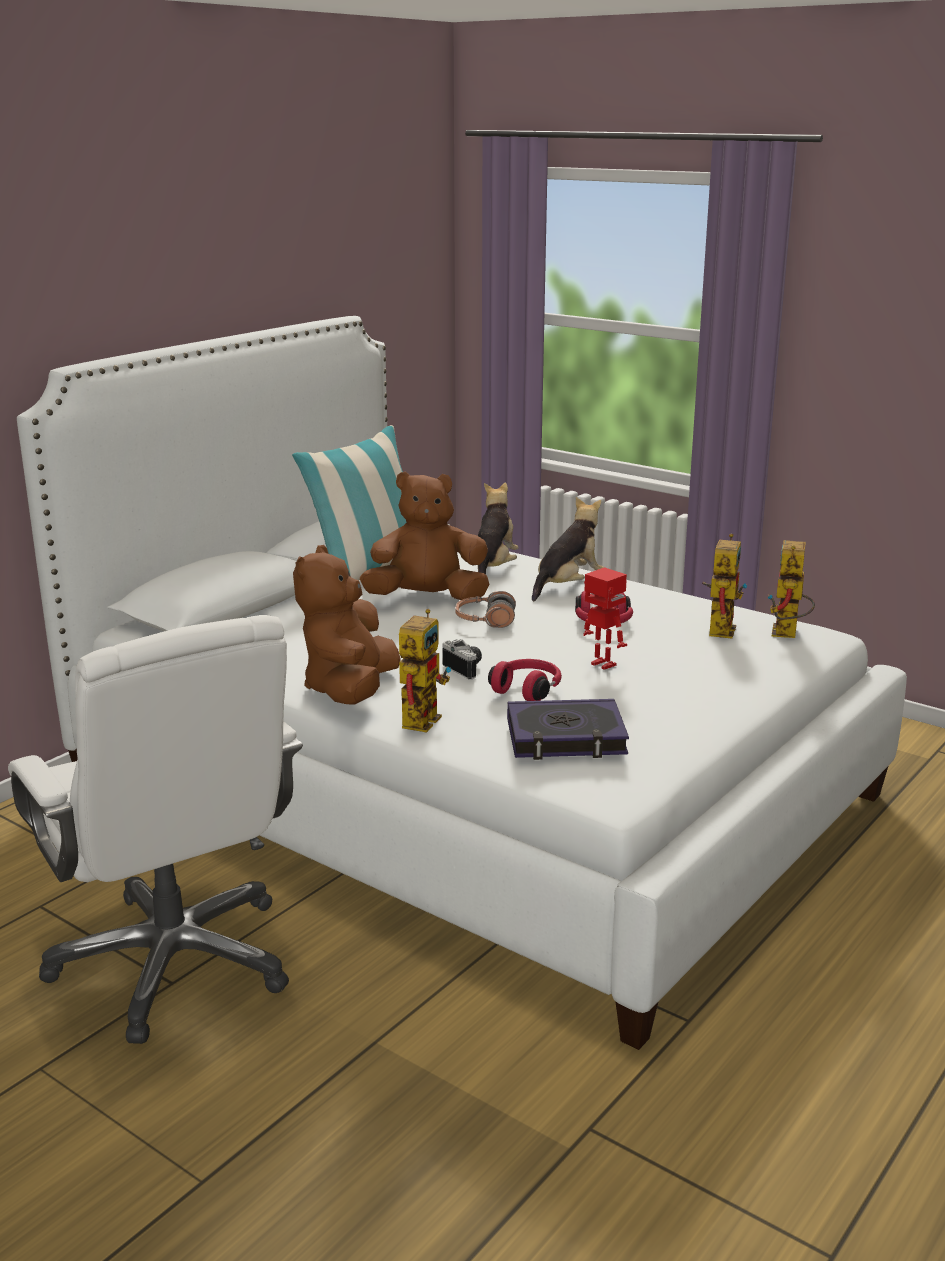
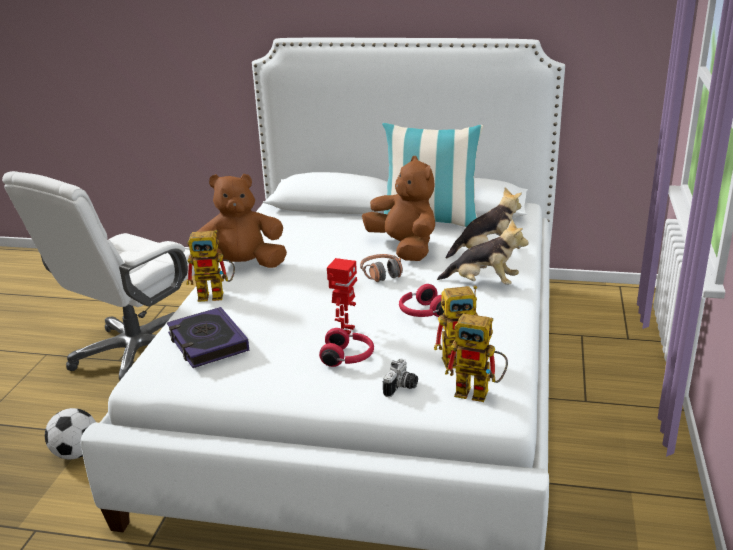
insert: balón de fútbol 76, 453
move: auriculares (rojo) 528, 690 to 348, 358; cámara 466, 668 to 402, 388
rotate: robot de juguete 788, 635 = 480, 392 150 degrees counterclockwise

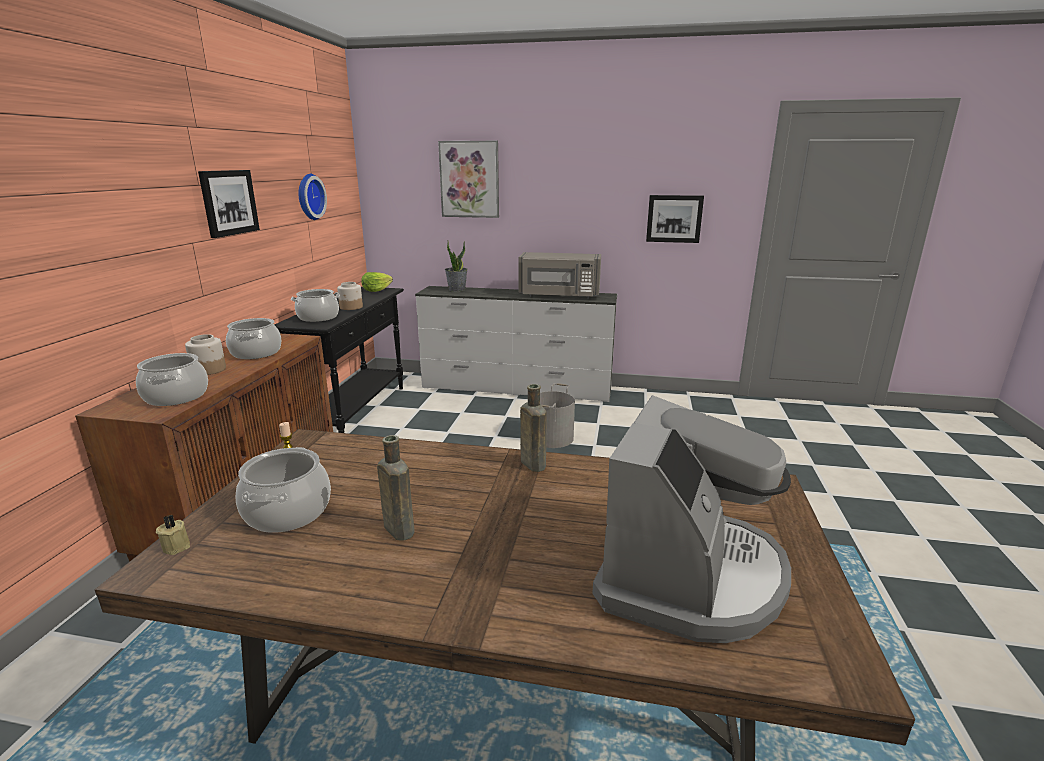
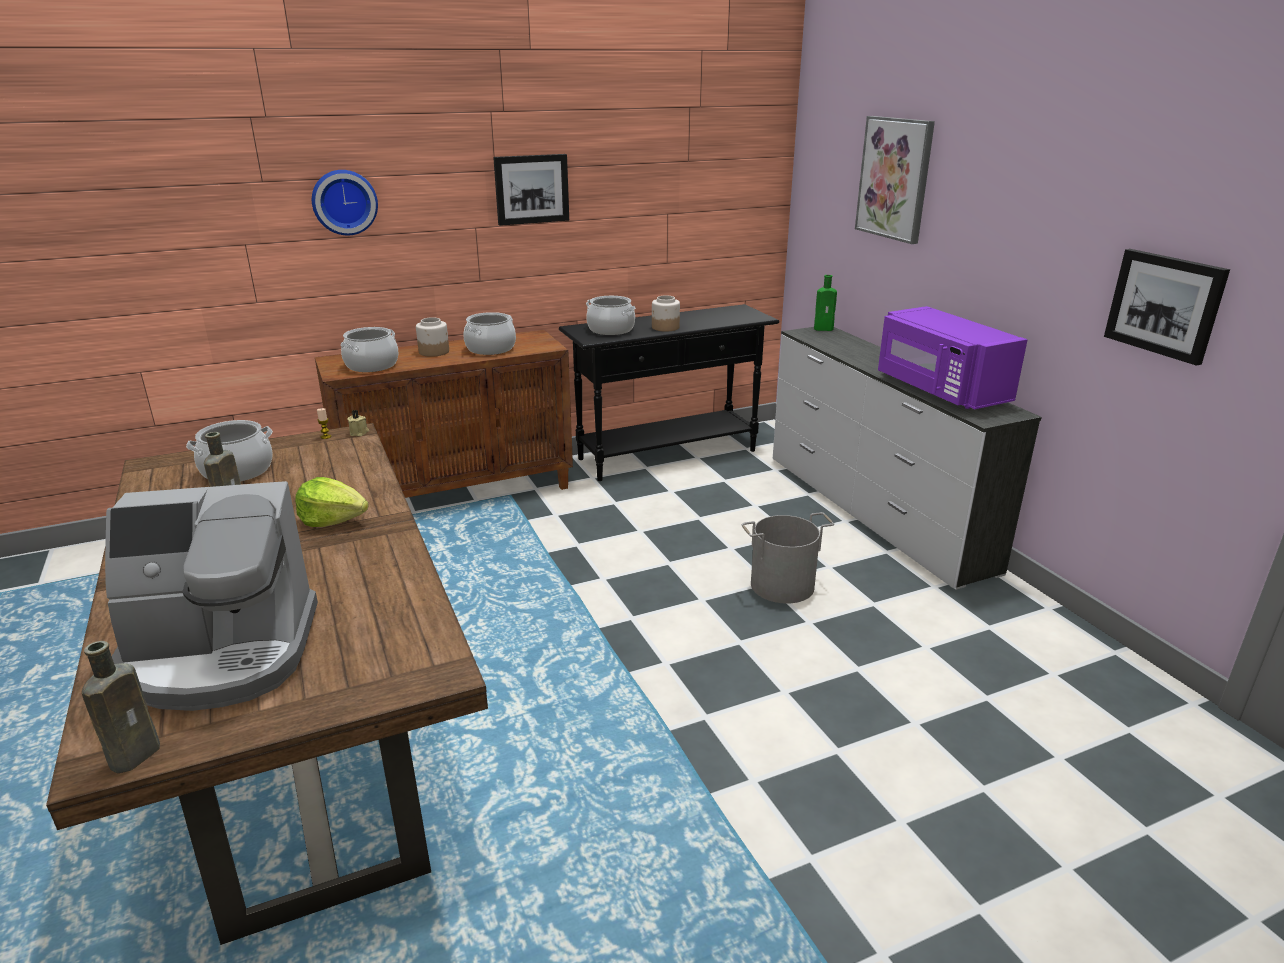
delete: planta en maceta 456, 289
insert: botella (verde) 825, 329
move: botella (marrón) 532, 463 to 138, 753; lechuga 376, 290 to 333, 520; reloj de pared 308, 197 to 344, 202; vela (beis) 177, 546 to 359, 432
recolor: microondas (gris) 559, 295 to microondas (morado) 939, 389

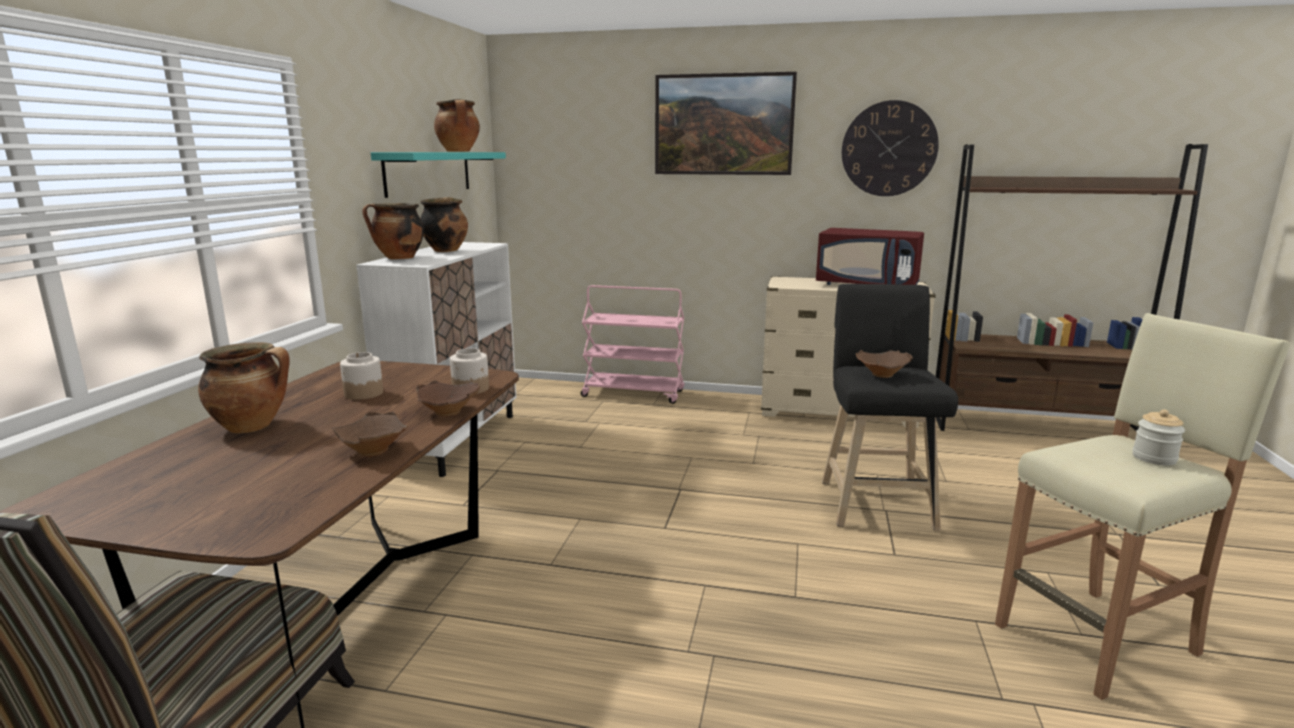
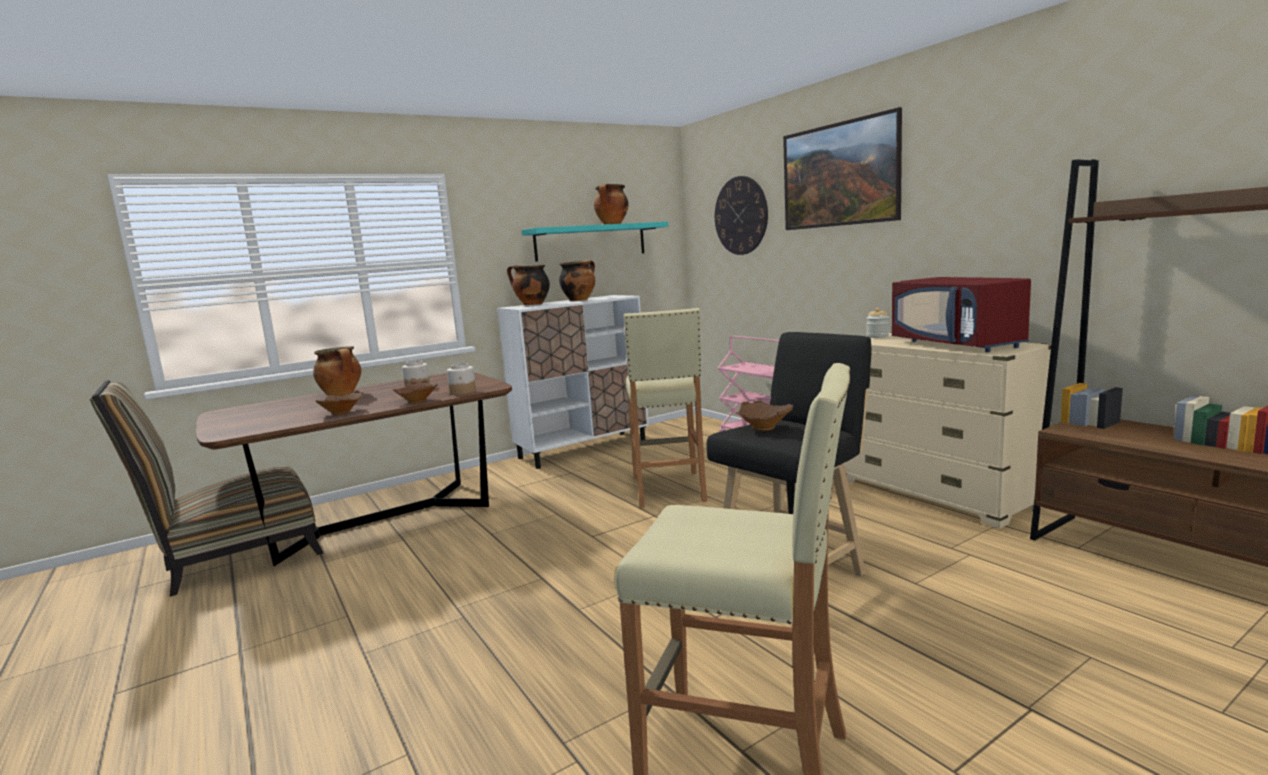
insert: taburete (beis) 668, 489
move: reloj de pared 889, 149 to 741, 215; tarro 1154, 458 to 877, 336

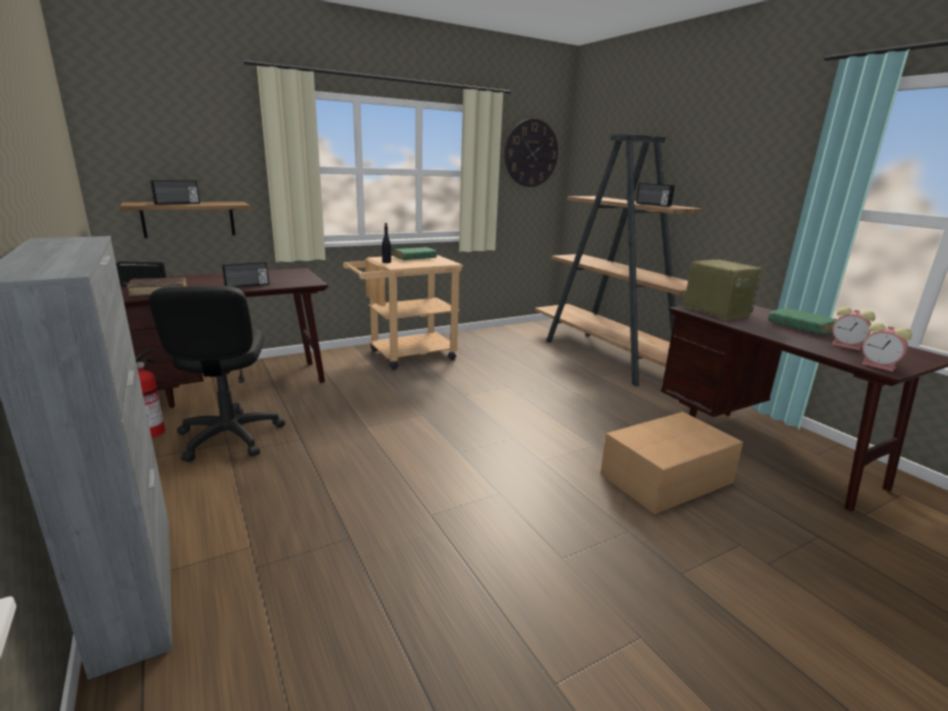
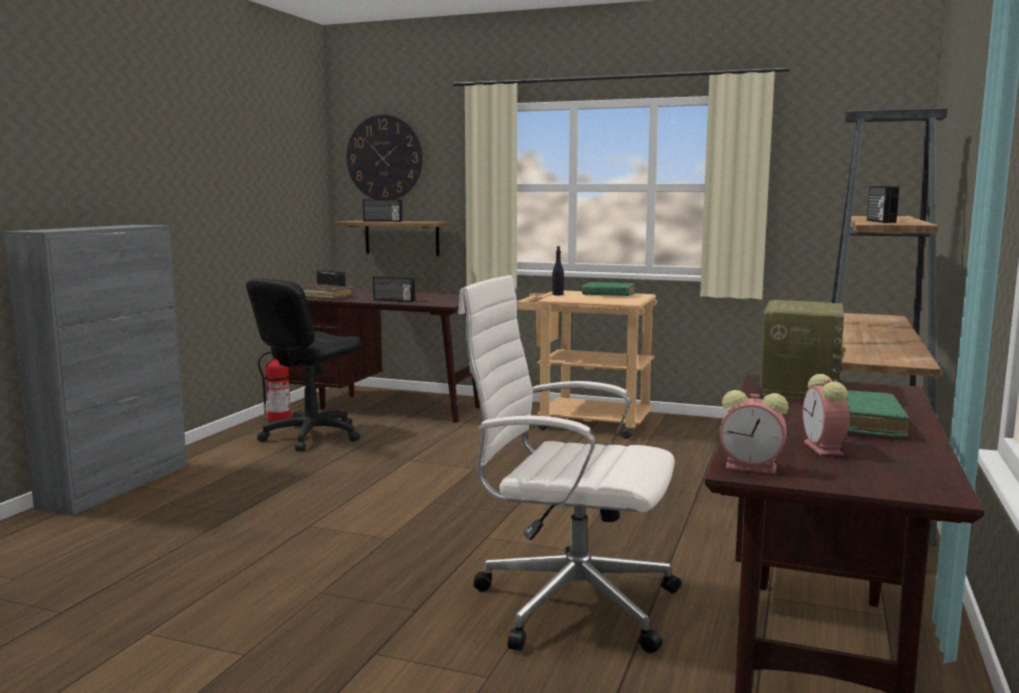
move: reloj de pared 531, 153 to 384, 158
replace: caja de cartón 664, 478 to silla de oficina (blanco) 569, 603
rotate: despertador 879, 366 = 753, 467 75 degrees counterclockwise

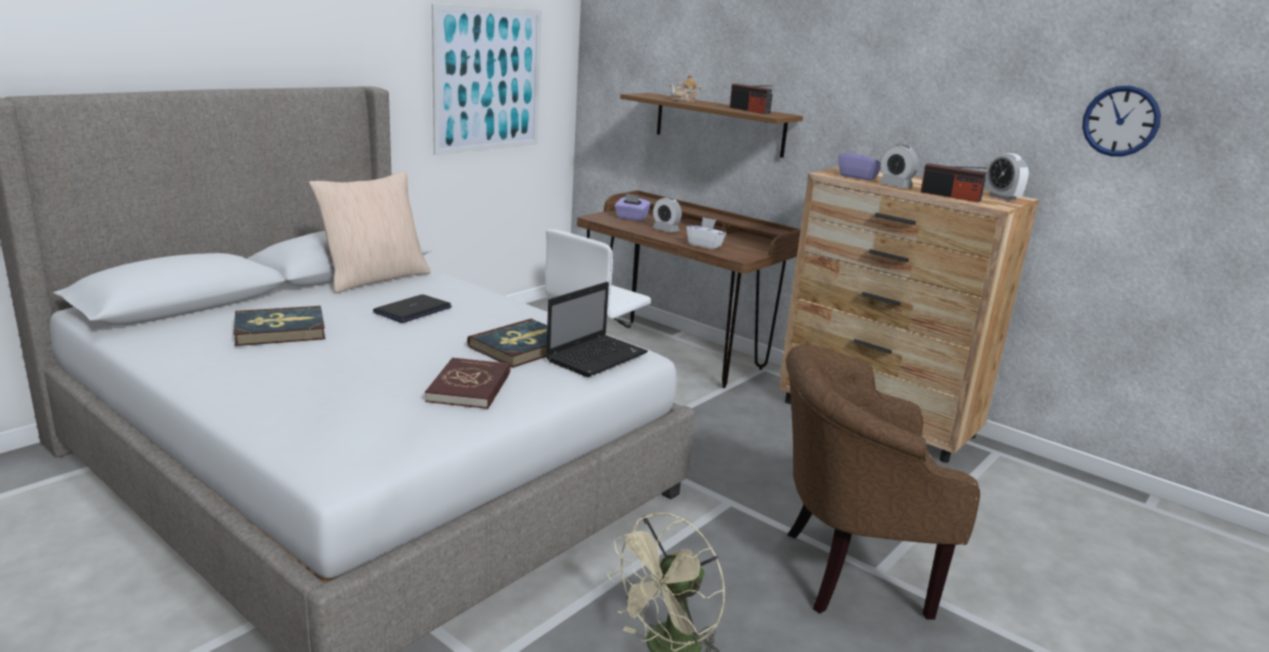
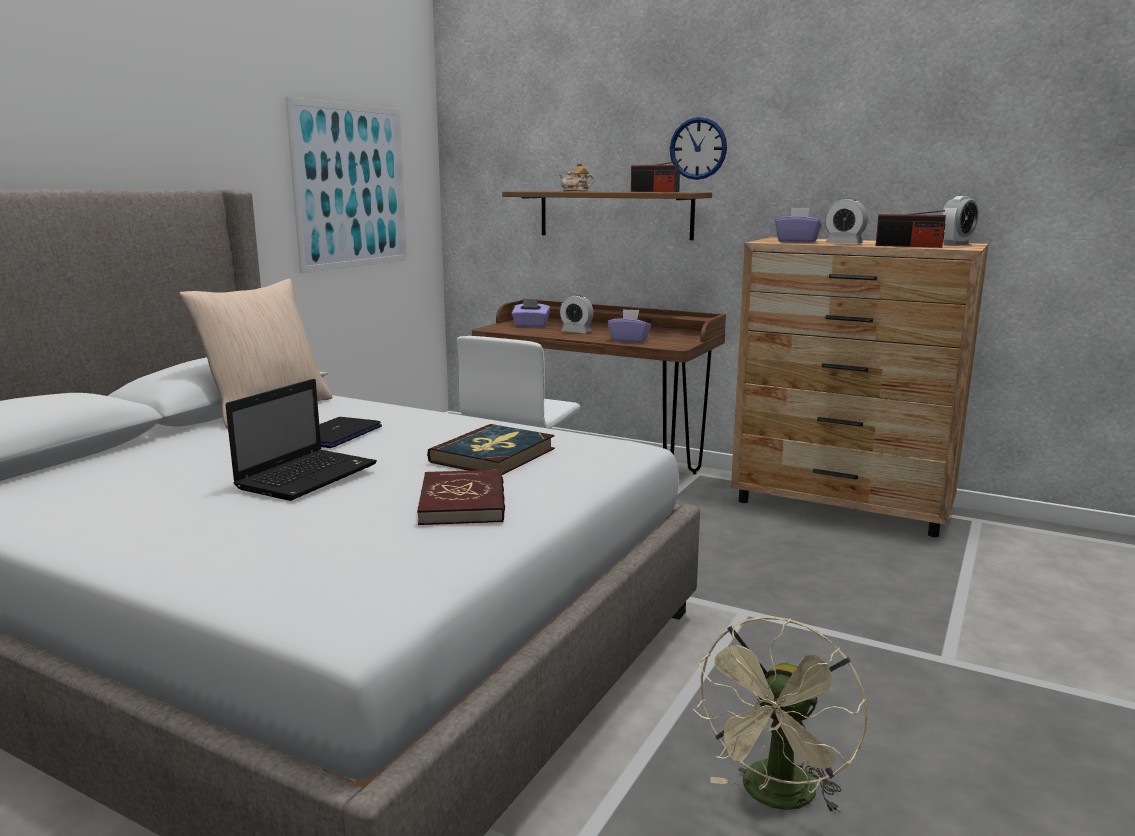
delete: libro 280, 330; sillón (marrón) 846, 571
move: portátil 598, 356 to 309, 475; reloj de pared 1120, 121 to 698, 148
recolor: caja de pañuelos (blanco) 705, 245 to caja de pañuelos (morado) 629, 340
rotate: despertador 1002, 197 = 956, 244 90 degrees counterclockwise

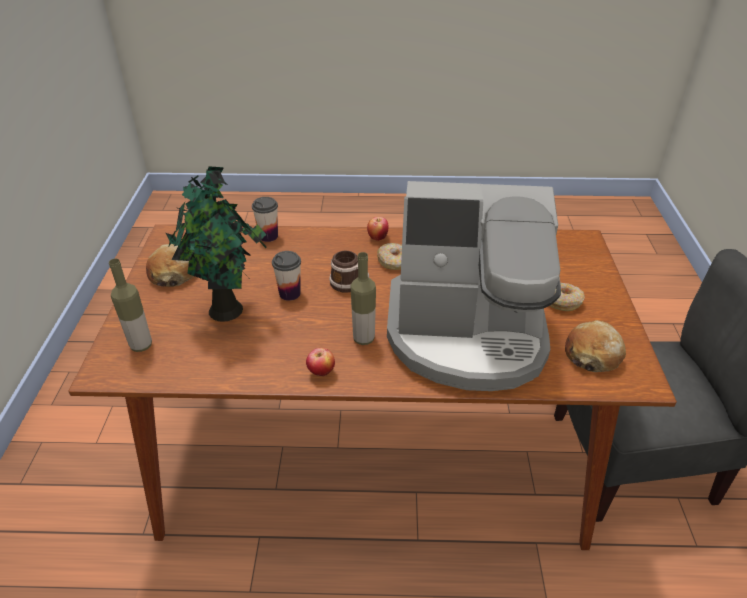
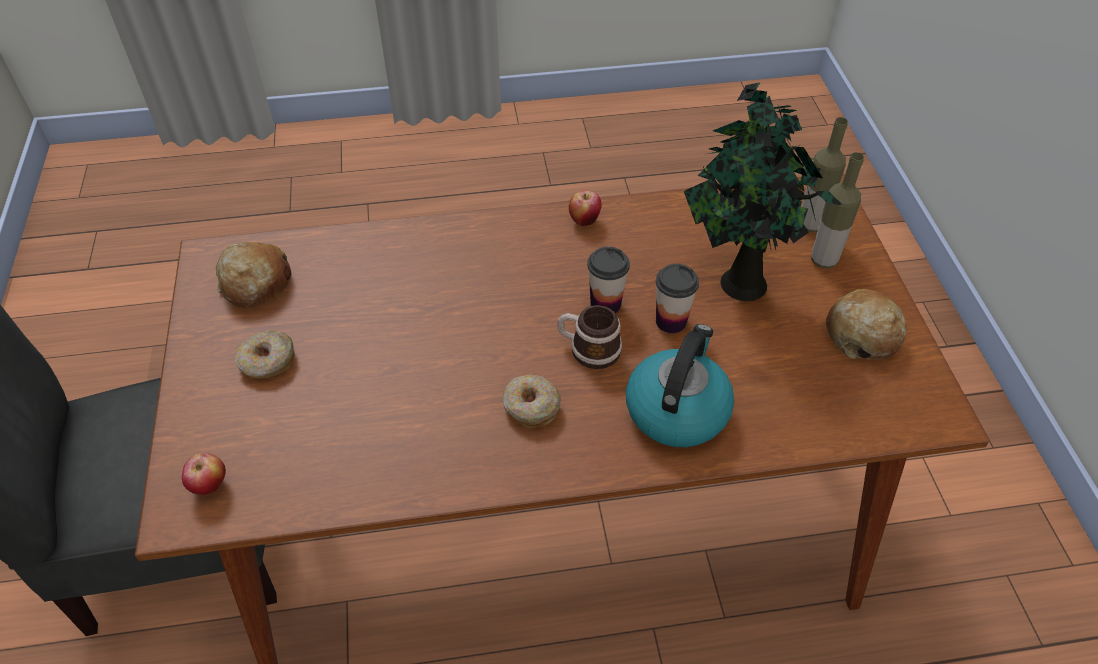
delete: cafetera 467, 335
insert: hervidor 677, 409
move: manzana 377, 238 to 210, 486; taza 268, 236 to 605, 304; botella 363, 339 to 824, 260

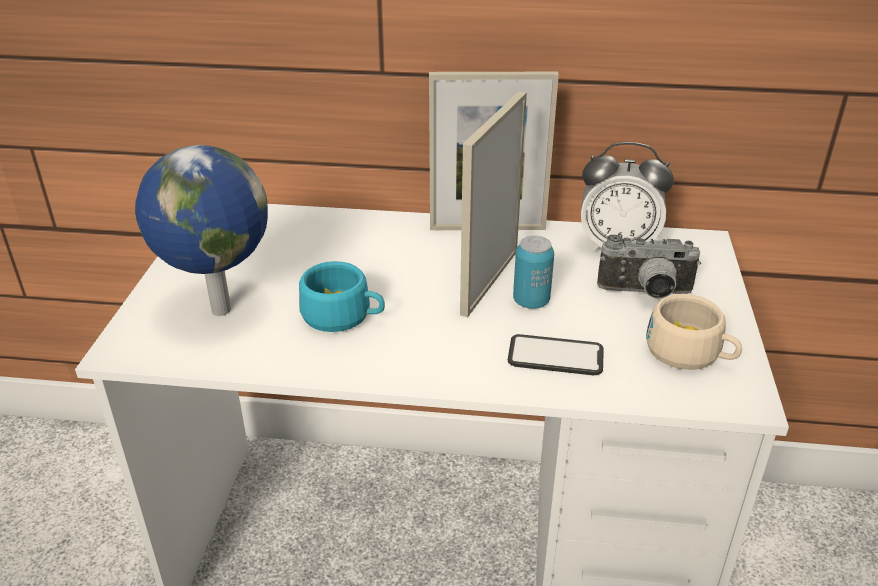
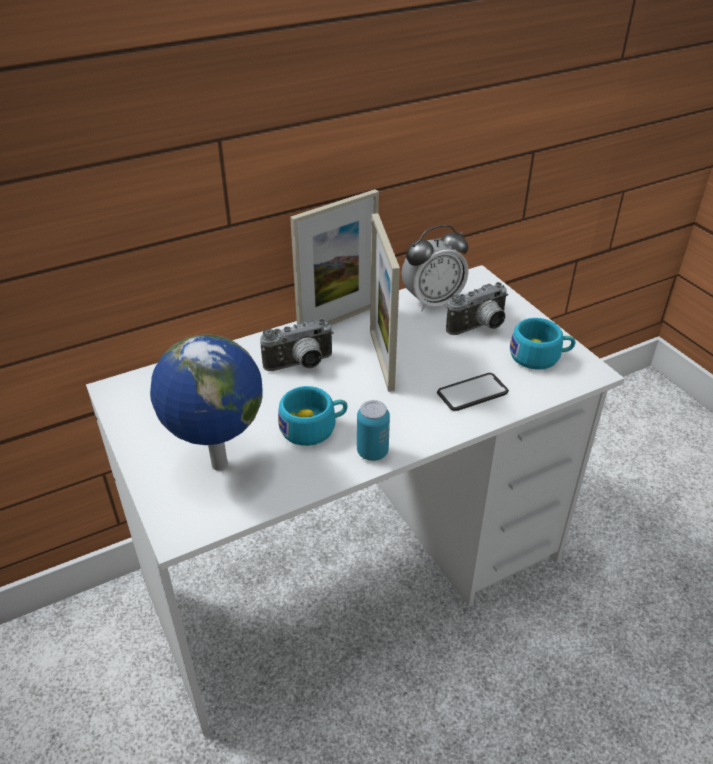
insert: cámara 301, 365
move: lata 531, 301 to 372, 452
recolor: taza (beis) 690, 354 to taza (turquesa) 540, 357

